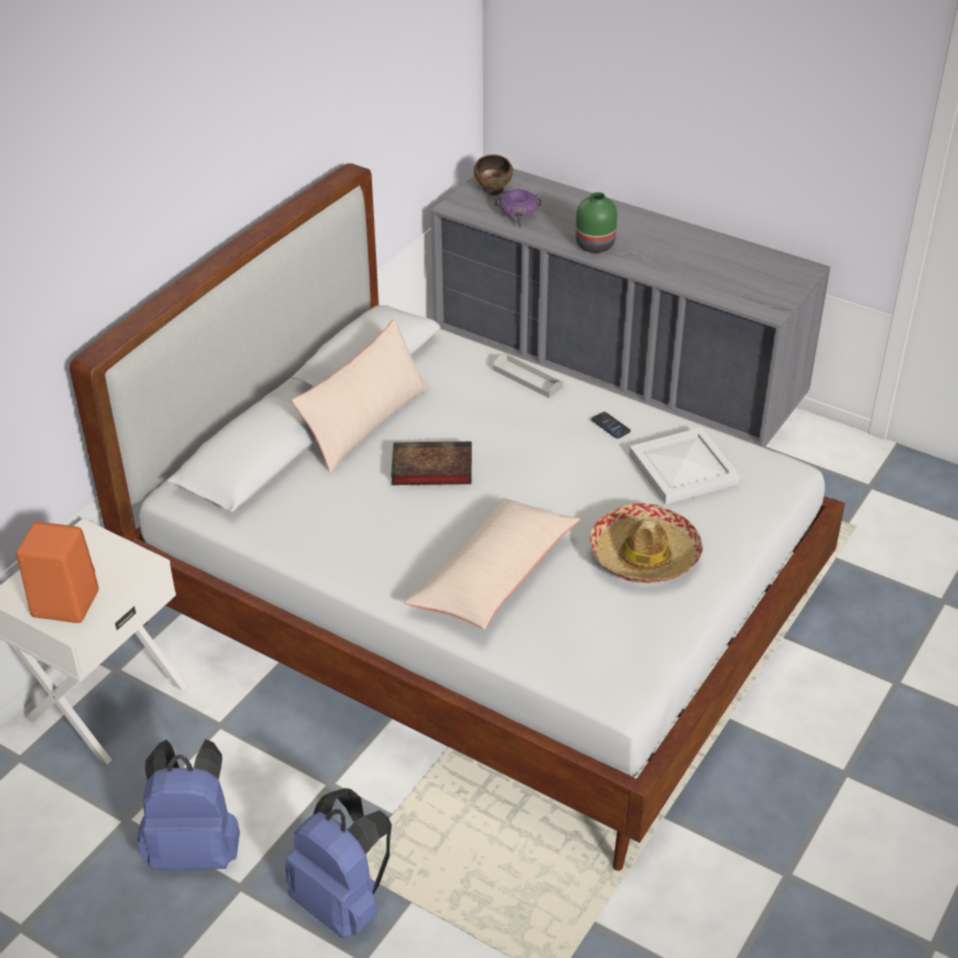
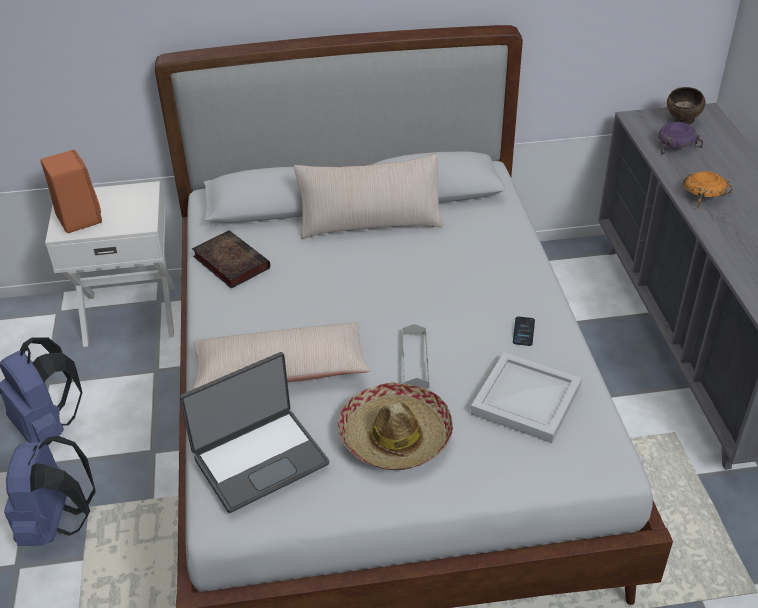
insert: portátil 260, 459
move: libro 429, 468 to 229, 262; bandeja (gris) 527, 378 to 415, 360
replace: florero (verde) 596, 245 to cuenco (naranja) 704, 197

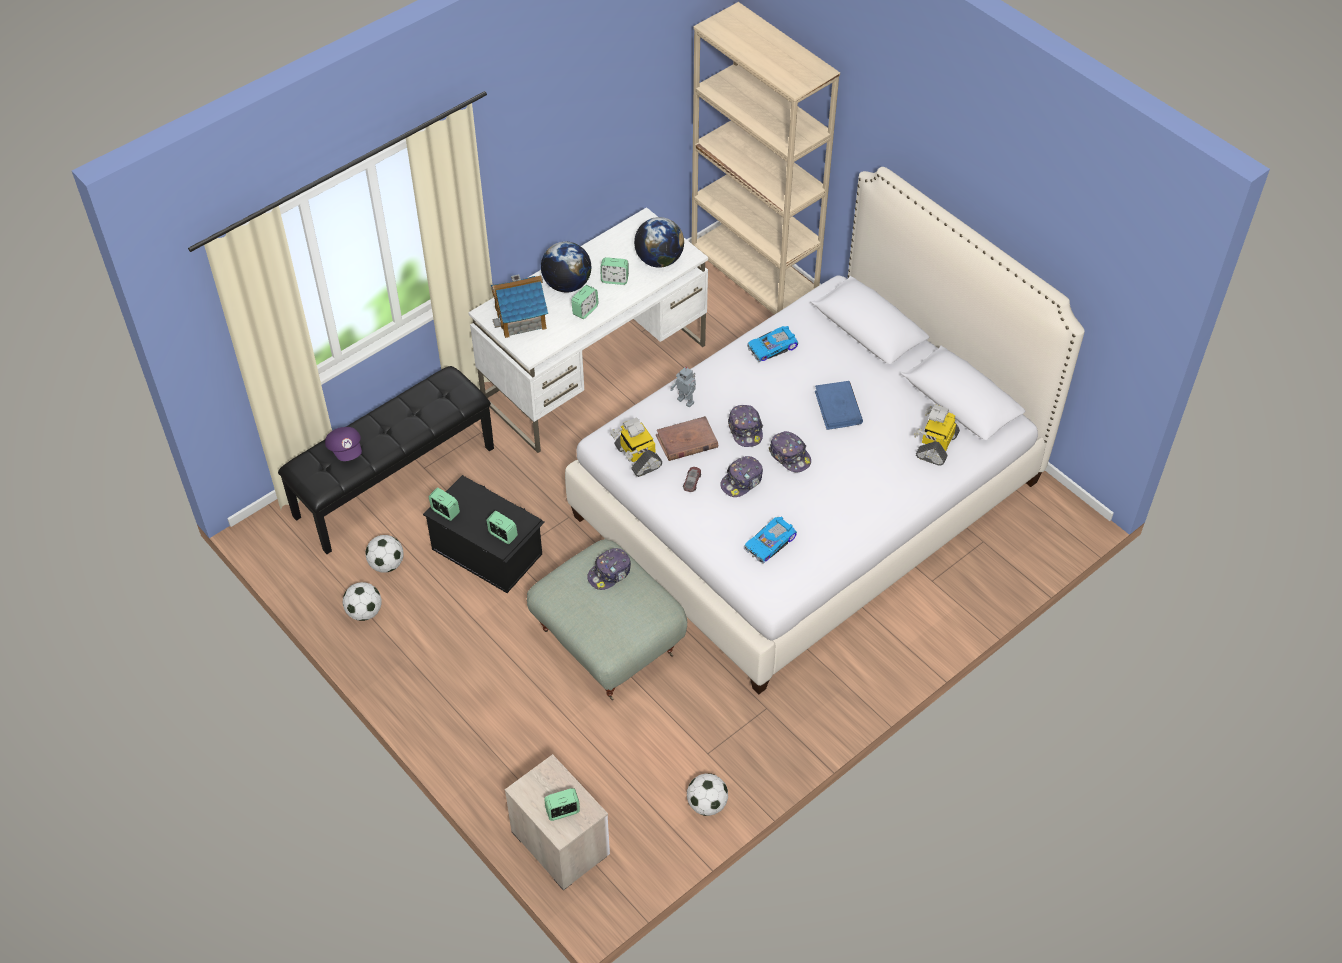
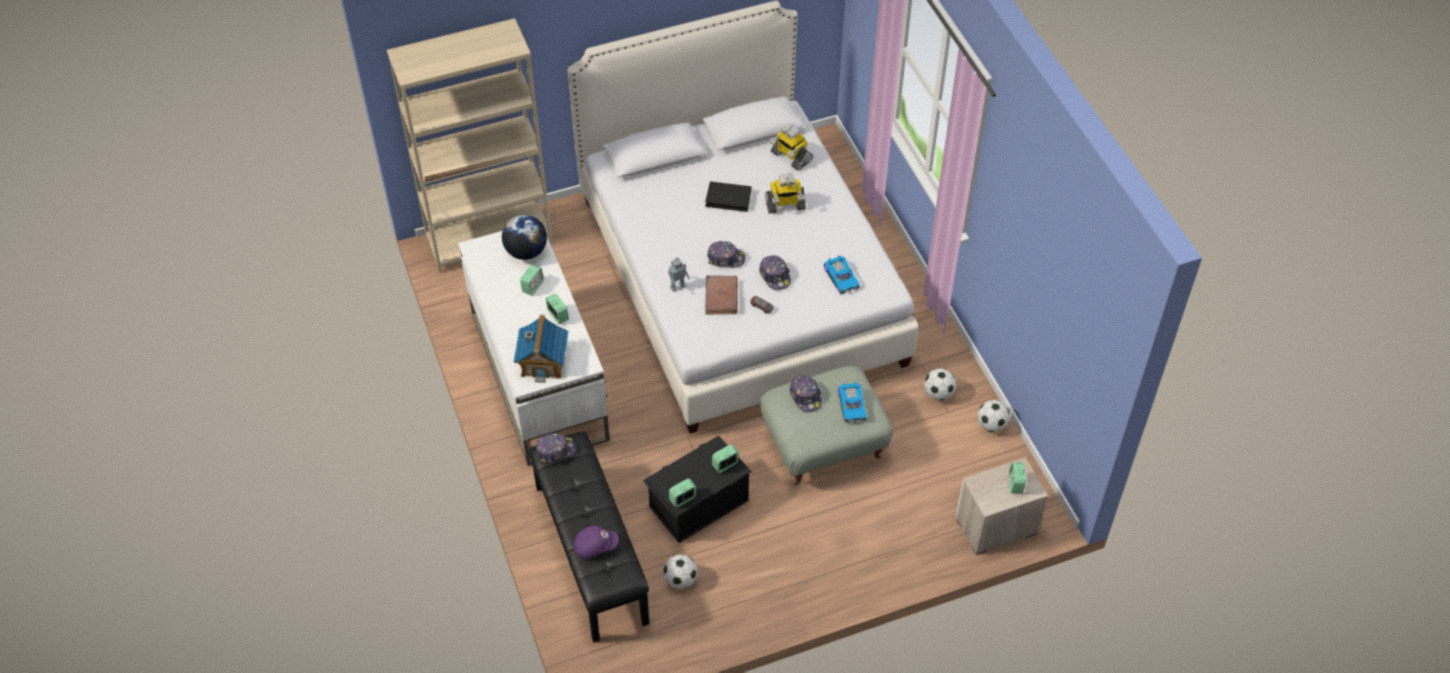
delete: globo terráqueo 567, 284
move: gorra 790, 456 to 555, 450; robot de juguete 637, 457 to 785, 205; coche de juguete 772, 348 to 852, 405; balón de fútbol 364, 612 to 938, 394
recolor: libro (azul) 838, 407 to libro (negro) 728, 198

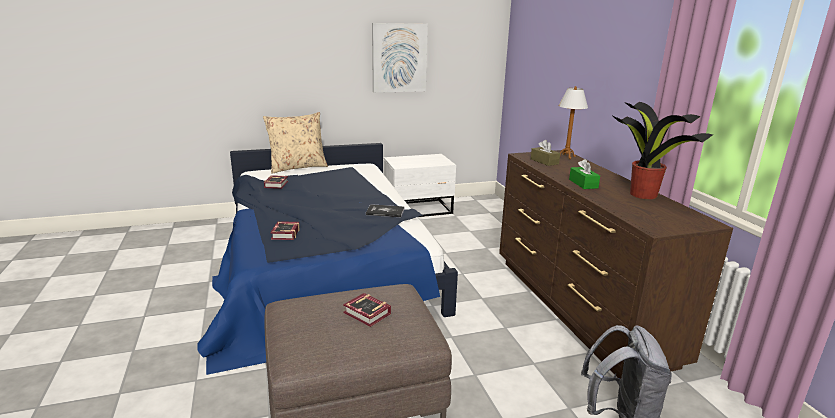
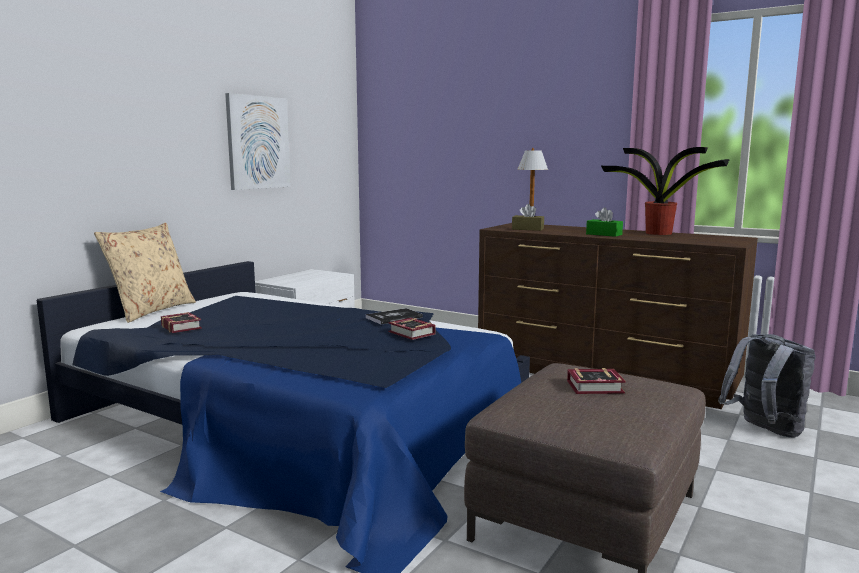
move: libro 284, 234 to 412, 334

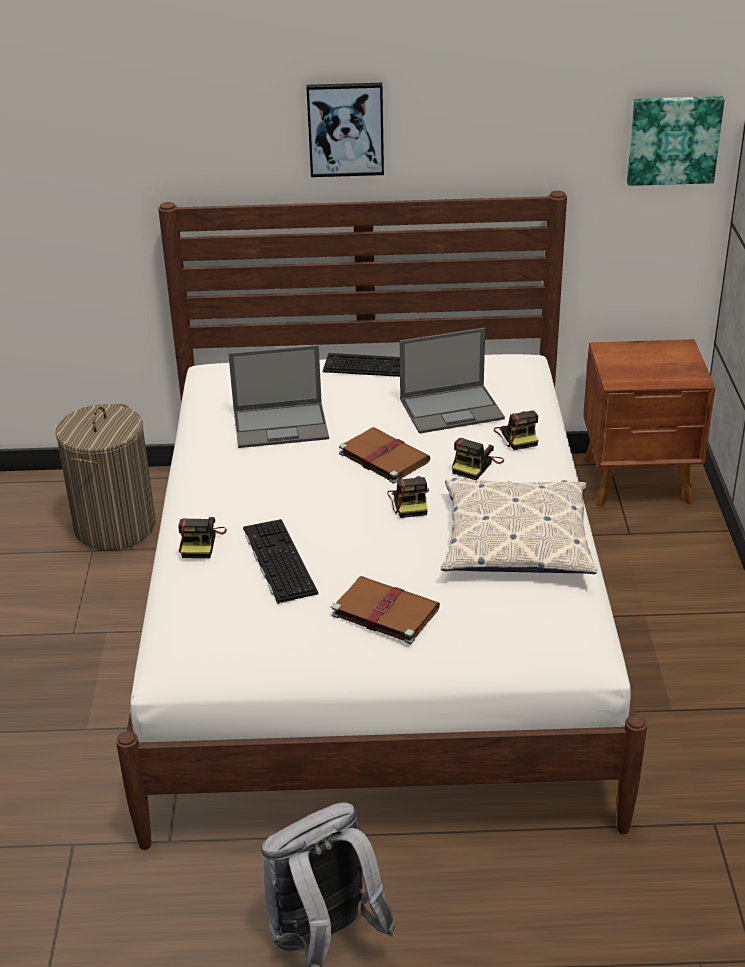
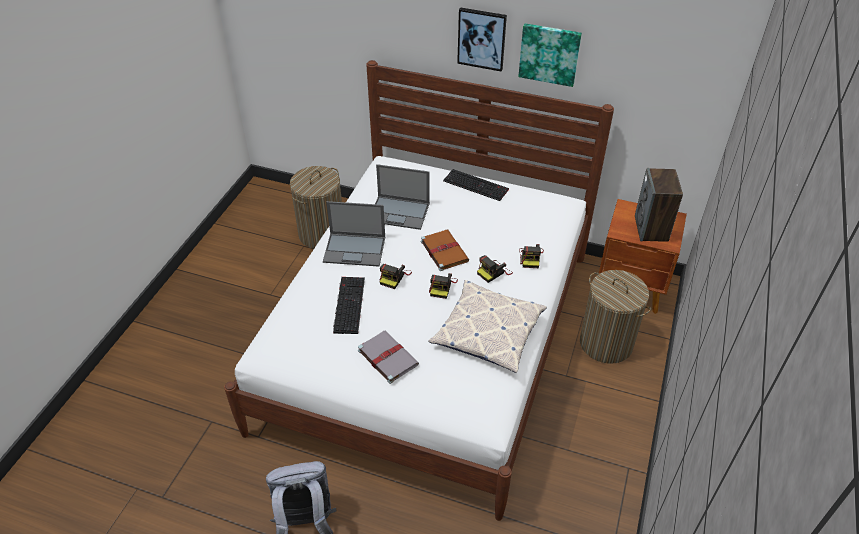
insert: cesto de la ropa 606, 343; altavoz 651, 229
move: portátil 452, 409 to 355, 249; cámara 201, 542 to 394, 277; cuadro 673, 139 to 549, 54
recolor: libro (marrón) 383, 612 to libro (gris) 387, 357

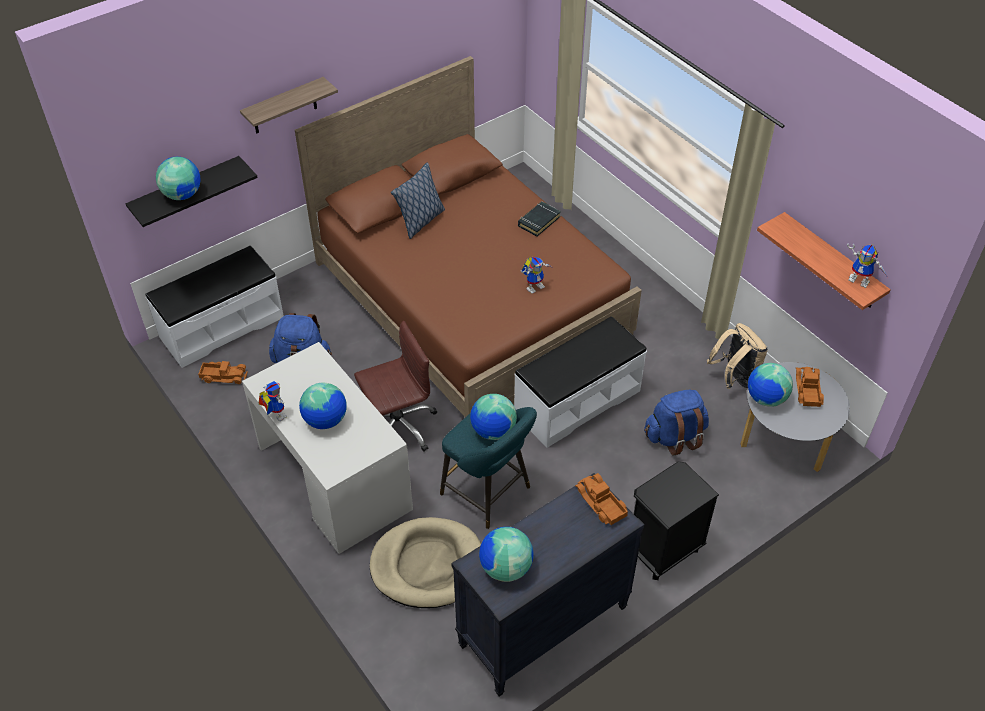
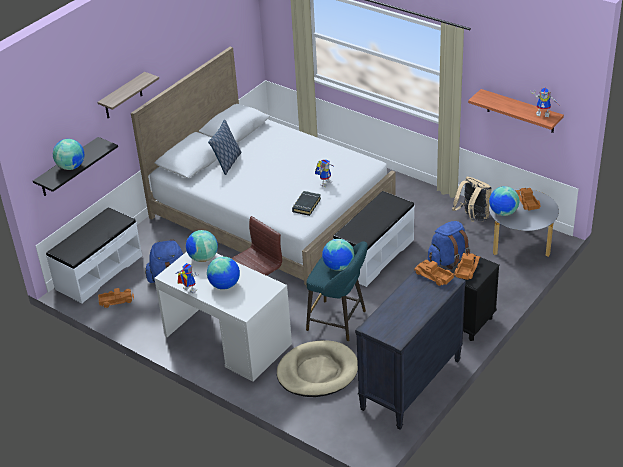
insert: camión de juguete 466, 269
move: globo terráqueo 505, 568 to 203, 258; libro (negro) 538, 221 to 306, 205
recolor: cama (marrón) 471, 297 to cama (blanco) 272, 213

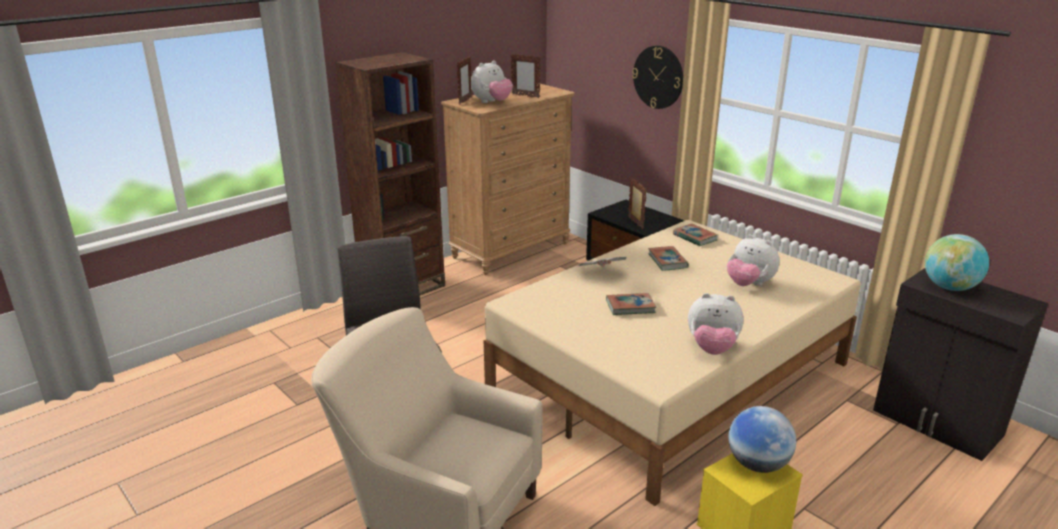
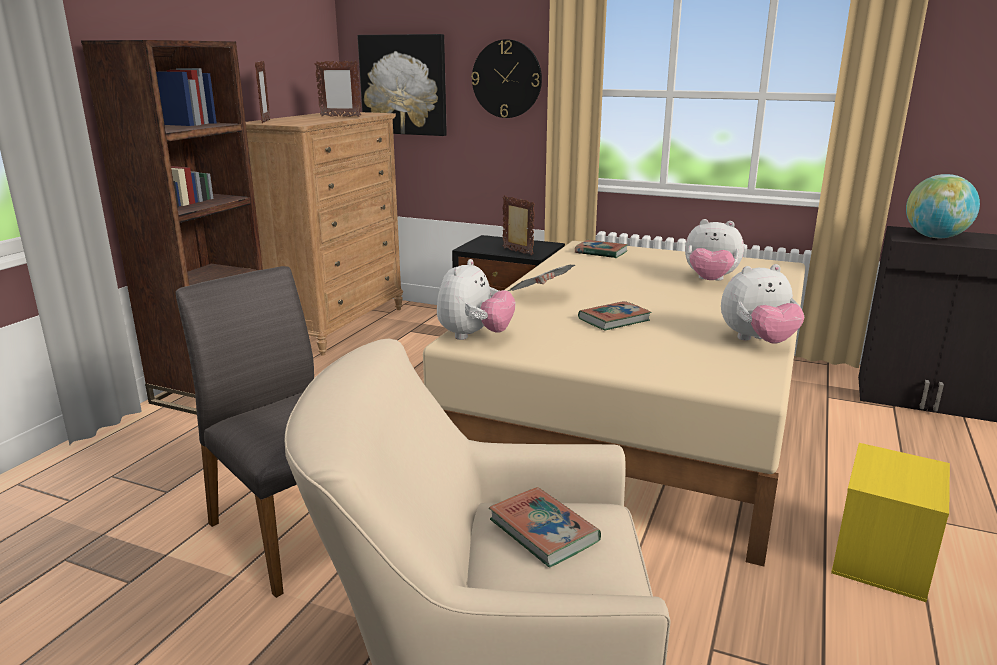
delete: globo terráqueo 757, 464
insert: cuadro 404, 85
move: peluche 492, 102 to 474, 336; libro 667, 261 to 543, 531

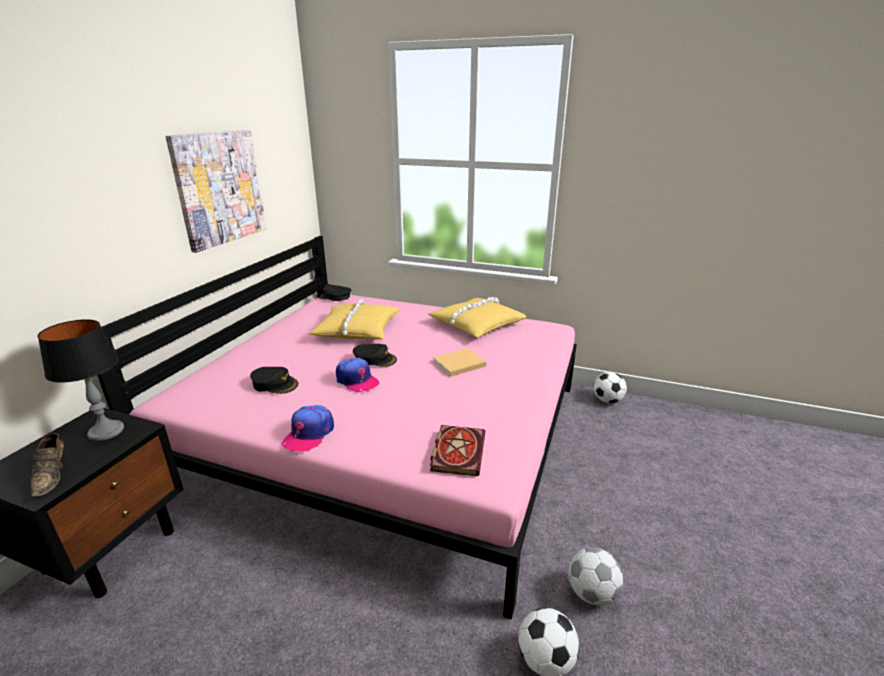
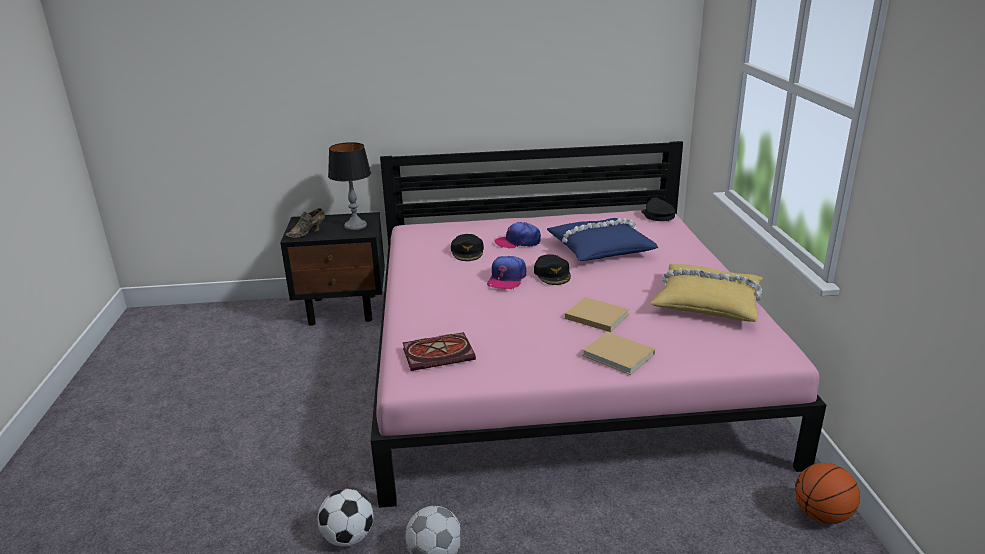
delete: cuadro 220, 188
insert: libro (beis) 620, 356
move: gorra 309, 434 to 518, 242
replace: balón de fútbol 607, 400 to balón de baloncesto 821, 515
recolor: cojín (amarillo) 357, 330 to cojín (azul) 599, 248

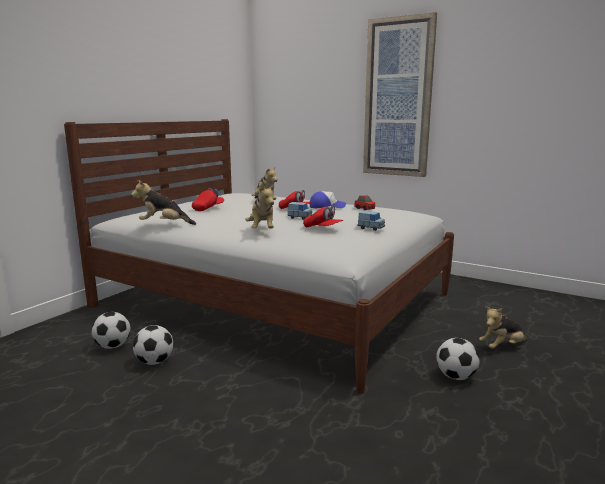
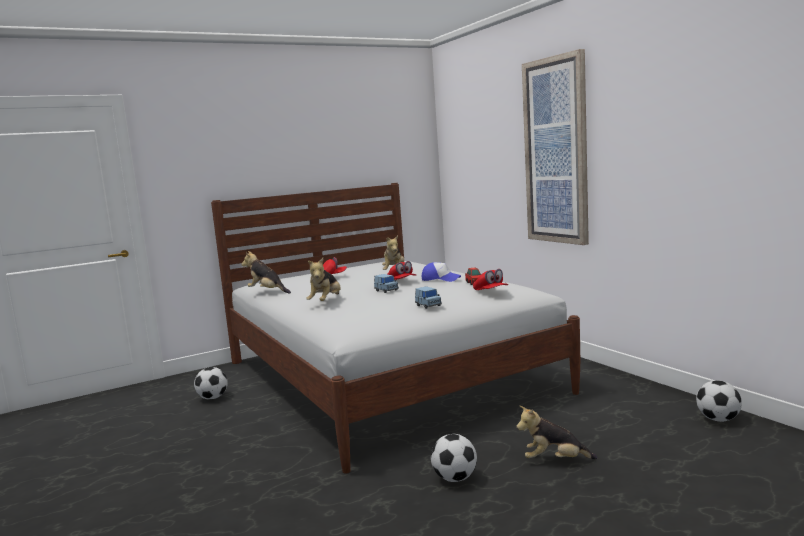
move: gorra (rojo) 322, 229 to 490, 292; balón de fútbol 155, 362 to 718, 419

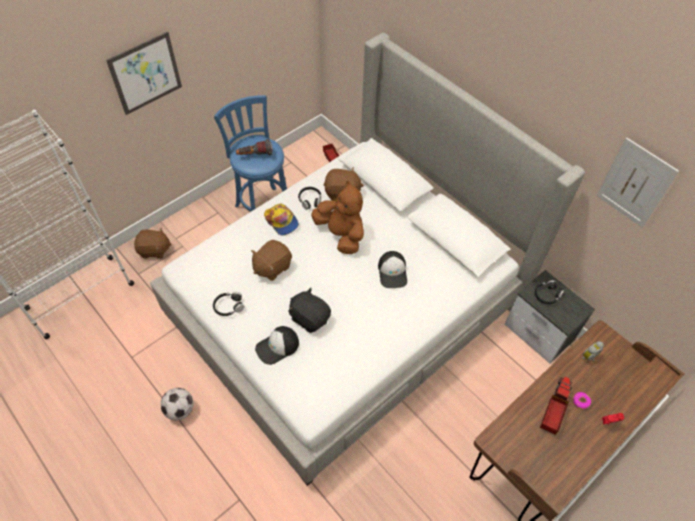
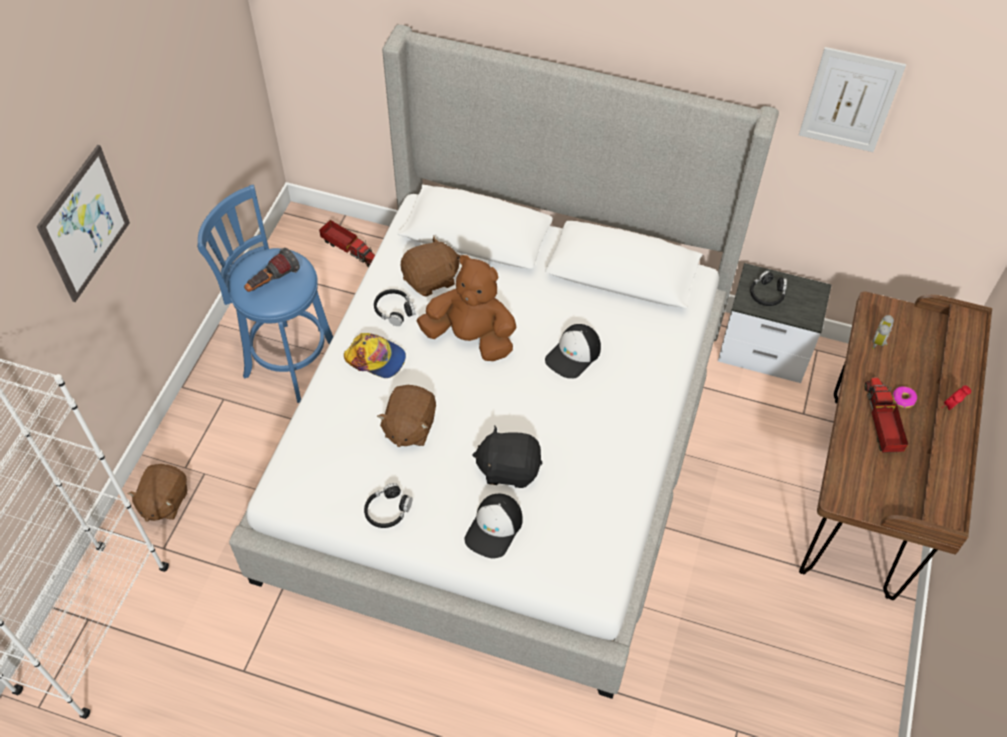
delete: balón de fútbol 180, 410
rotate: peluche (marrón) 154, 250 = 164, 501 135 degrees clockwise; gorra 393, 272 = 573, 355 75 degrees clockwise

